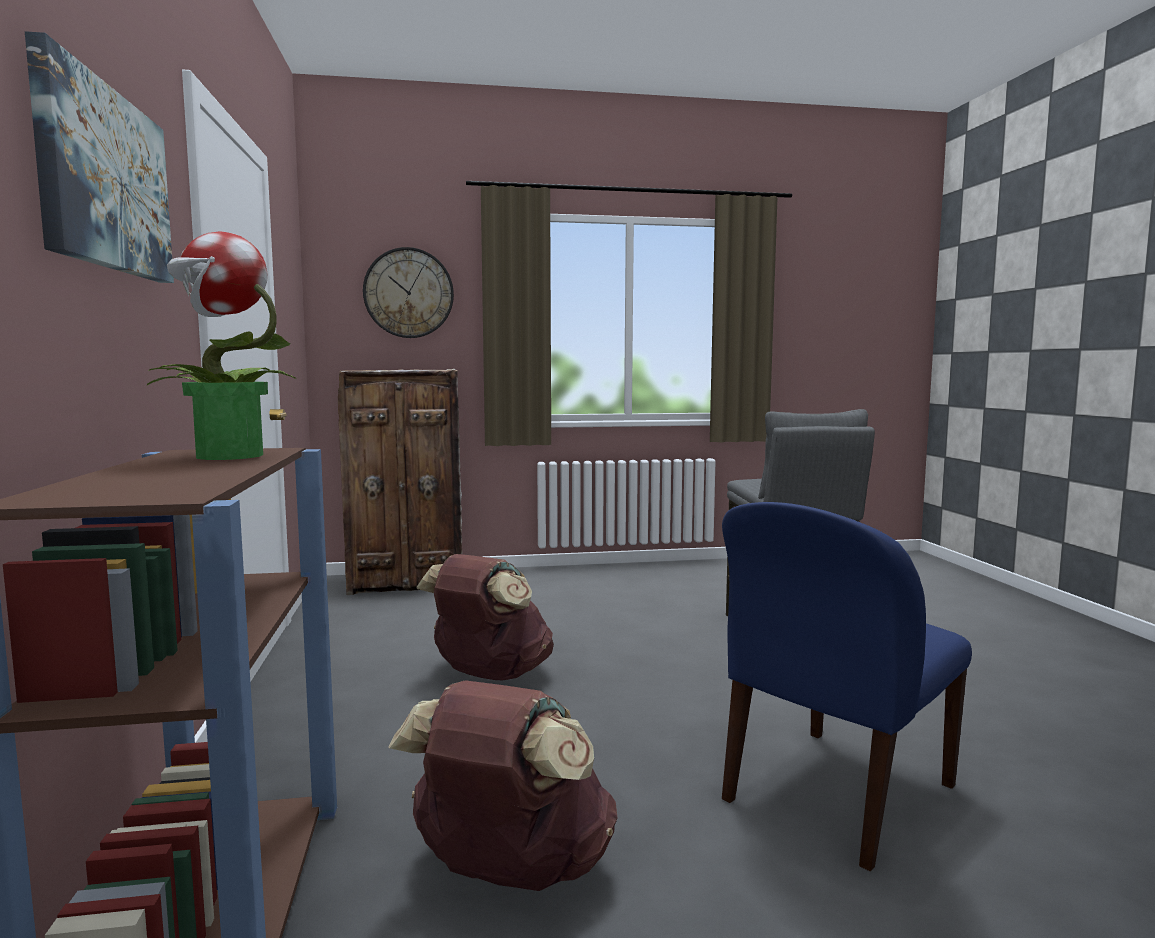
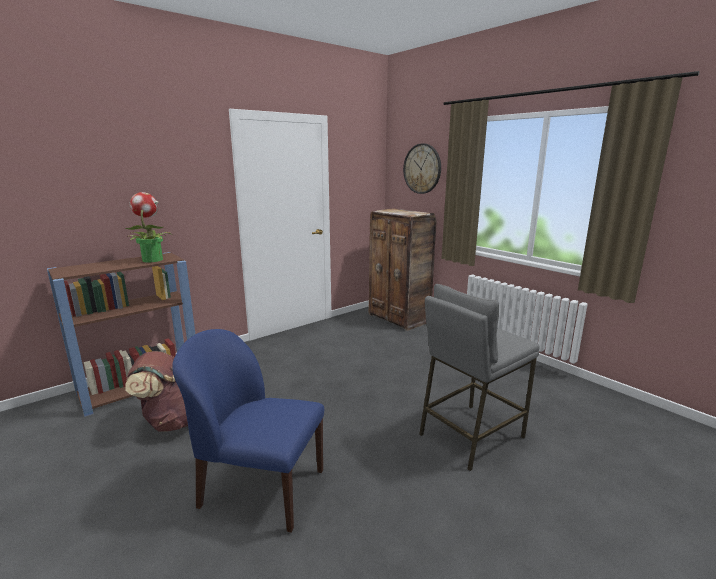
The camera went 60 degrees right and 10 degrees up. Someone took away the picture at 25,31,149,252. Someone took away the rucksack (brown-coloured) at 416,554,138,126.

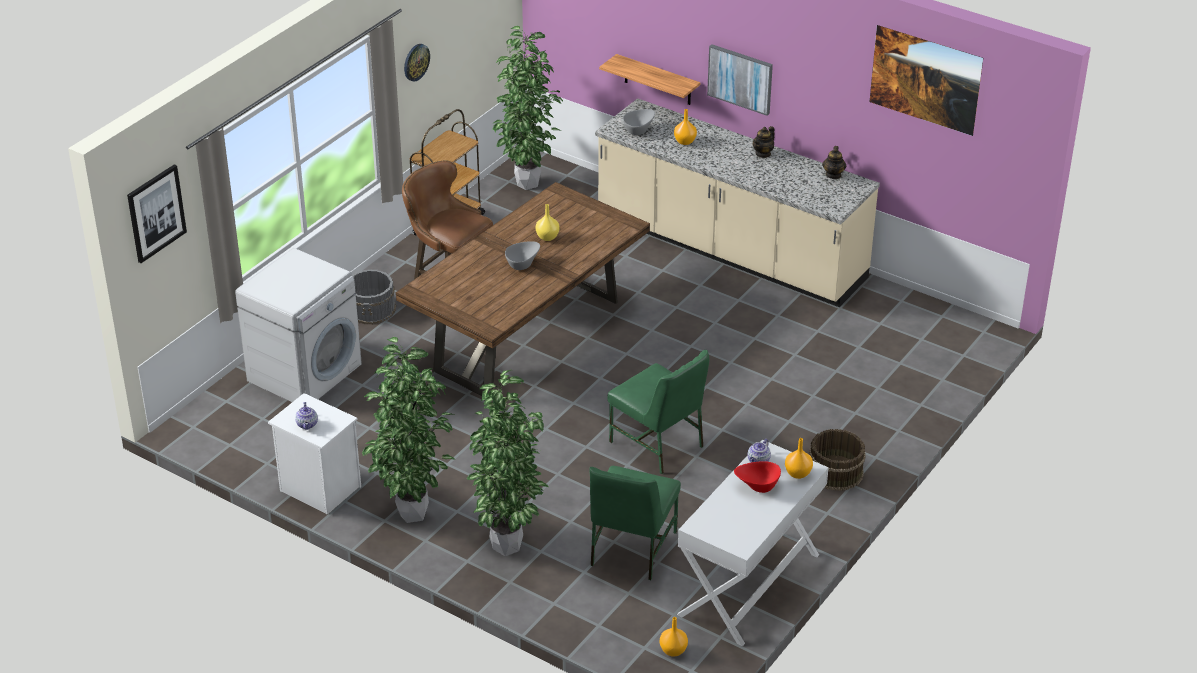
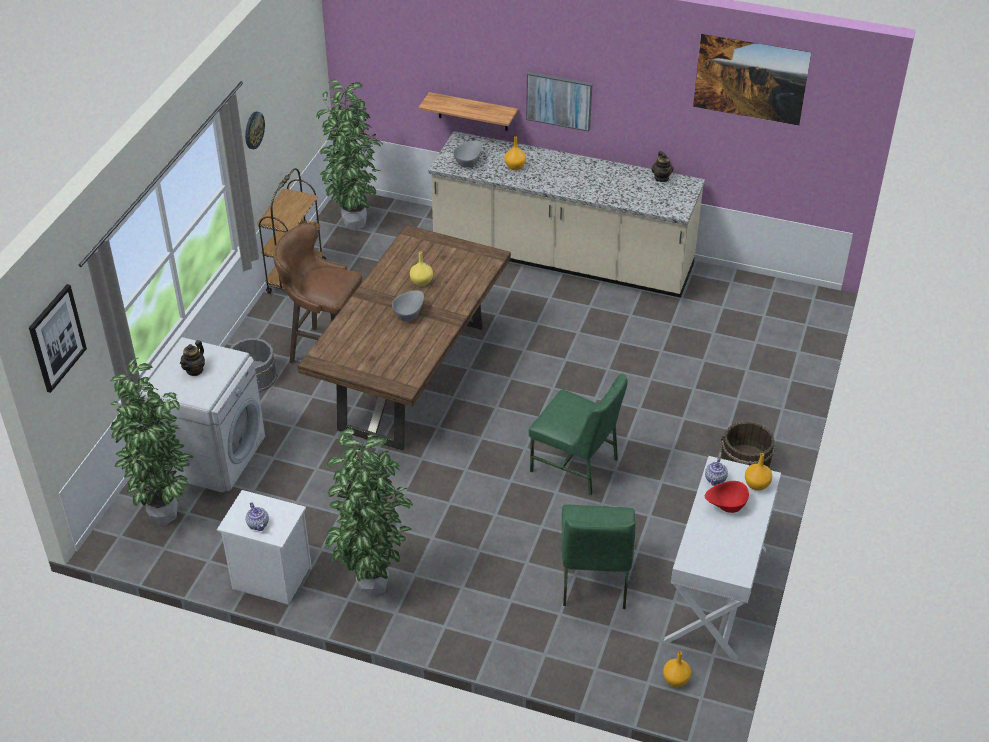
The camera went 15 degrees left and 5 degrees up. Someone carried the houseplant from 466,370,82,186 to 110,358,84,168. Someone carried the teapot from 753,126,21,32 to 180,340,25,36.

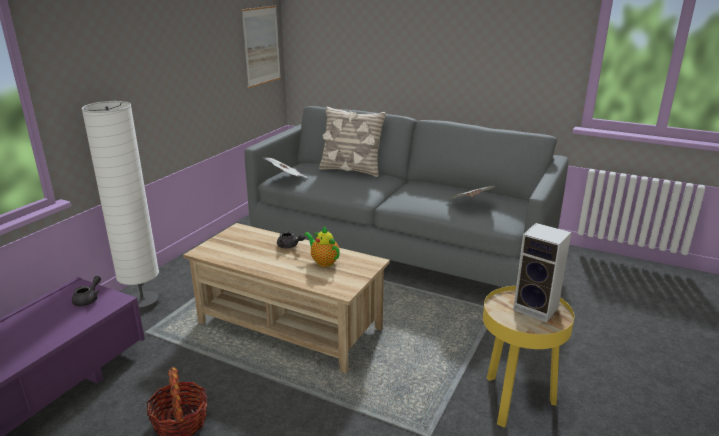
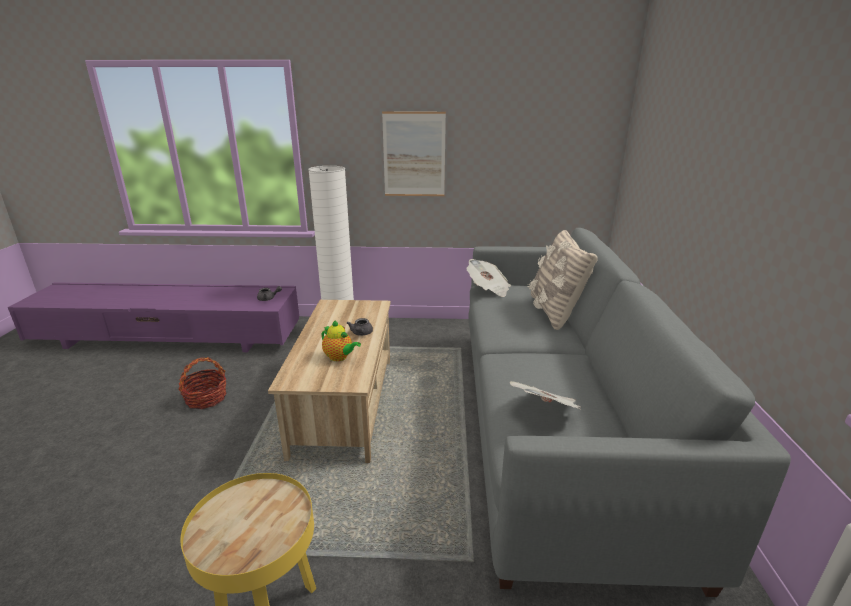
The camera went 65 degrees right and 0 degrees up. Someone took away the loudspeaker at 513,223,58,99. Someone carried the picture from 241,5,40,83 to 382,112,64,84. Someone rotated the teapot at 304,227,35,40 by 105 degrees clockwise.

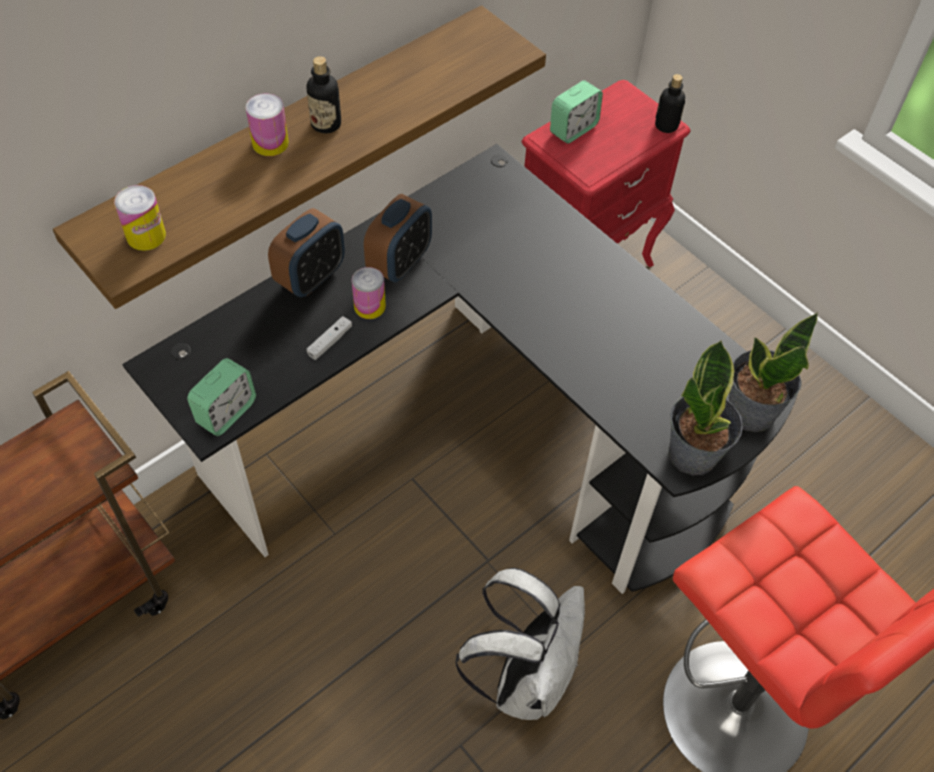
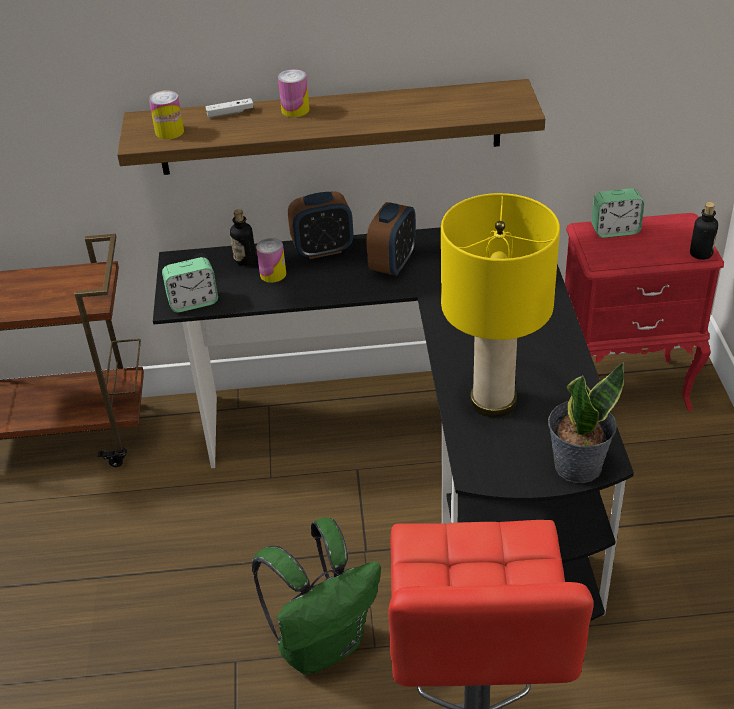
The camera went 40 degrees right and 15 degrees down. Someone took away the houseplant at 669,340,74,135. Someone put down the table lamp (yellow) at 441,193,119,224. Someone carried the bottle from 307,56,34,78 to 230,209,26,57. Someone carried the gamepad (whitish) from 307,316,45,44 to 206,98,48,20. Someone carried the sealed can from 352,267,34,52 to 256,238,30,45. Someone repainted the rucksack (whitish) at 455,568,130,152, which became the rucksack (green-coloured) at 252,518,129,156. Someone rotated the alarm clock at 364,194,68,88 by 45 degrees counterclockwise.

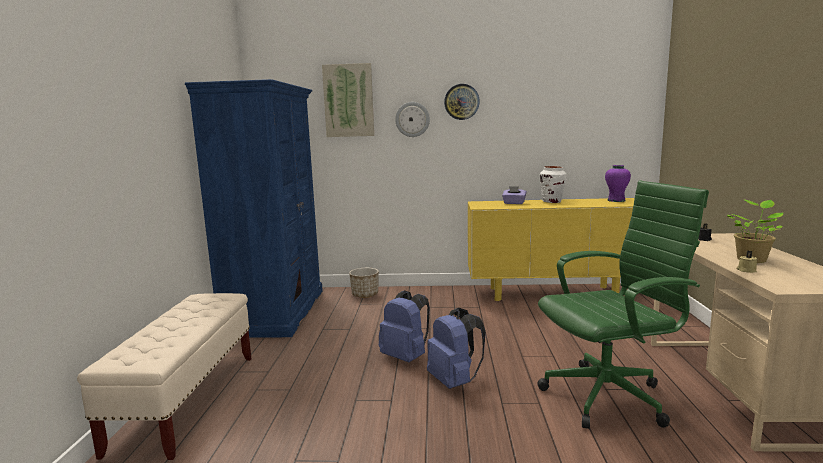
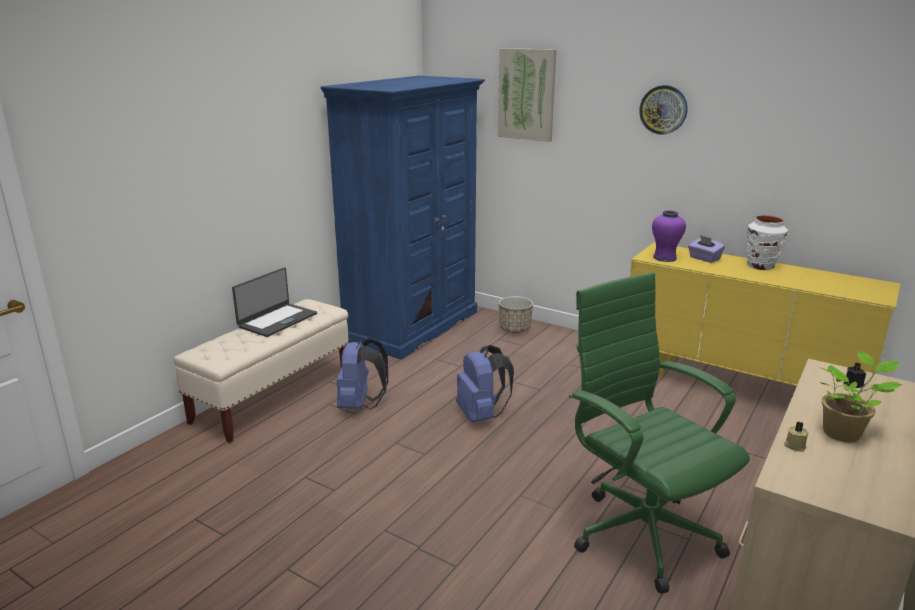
The camera went 30 degrees right and 10 degrees up. Someone took away the wall clock at 395,102,35,35. Someone put down the laptop at 232,268,85,69. Someone carried the rucksack (blue) from 427,308,59,81 to 337,338,51,71. Someone carried the flower vase (purplish) from 605,165,26,37 to 652,210,34,52. Someone rotated the office chair (green-coloured) at 537,180,172,249 by 135 degrees counterclockwise.

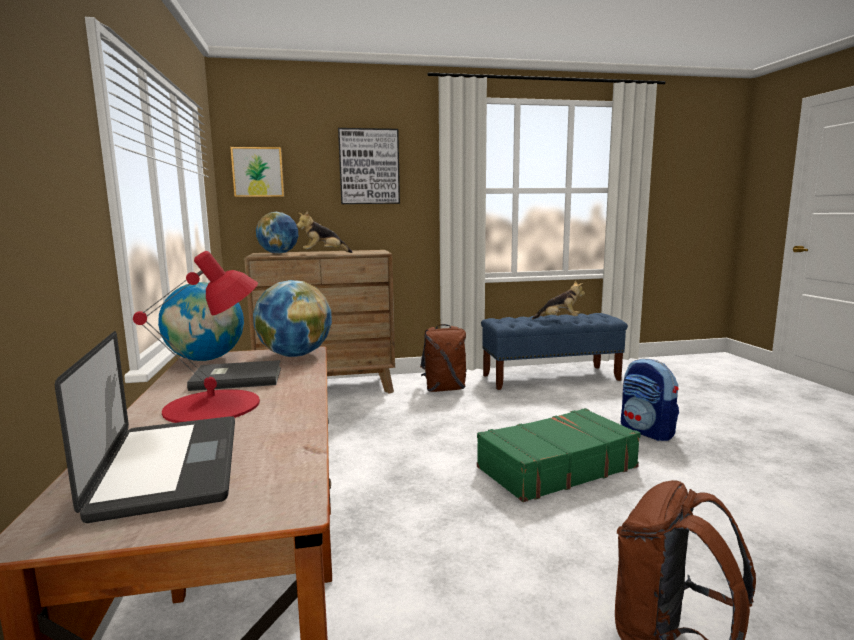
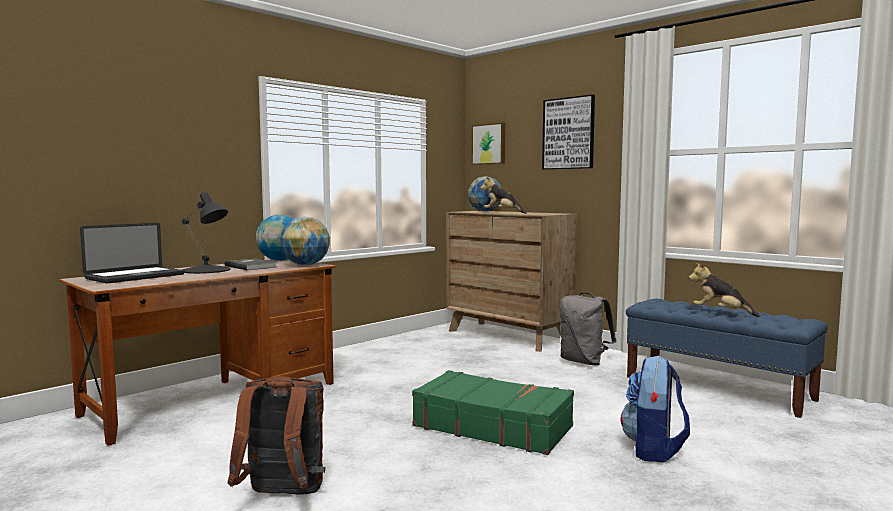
The camera went 55 degrees right and 5 degrees down. Someone repainted the table lamp (reddish) at 133,251,127,172, which became the table lamp (black) at 182,192,48,82. Someone repainted the rucksack (brown-coloured) at 420,324,47,68, which became the rucksack (gray) at 560,292,57,73. Someone rotated the cuddly toy at 532,281,53,38 by 150 degrees clockwise.

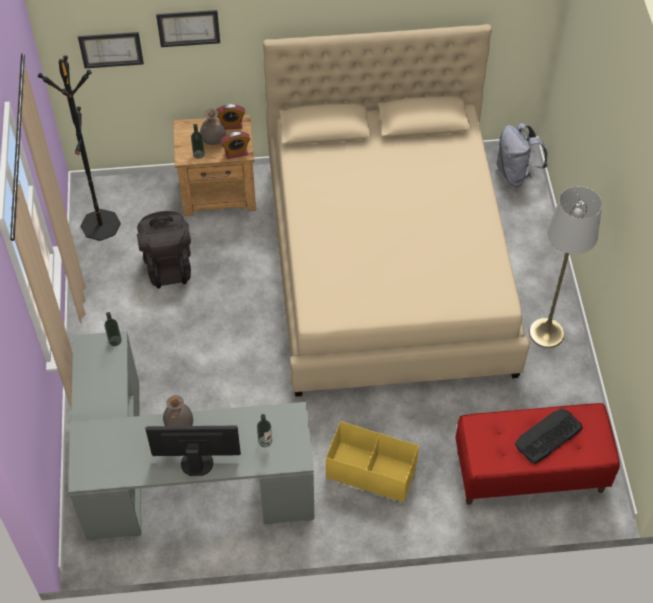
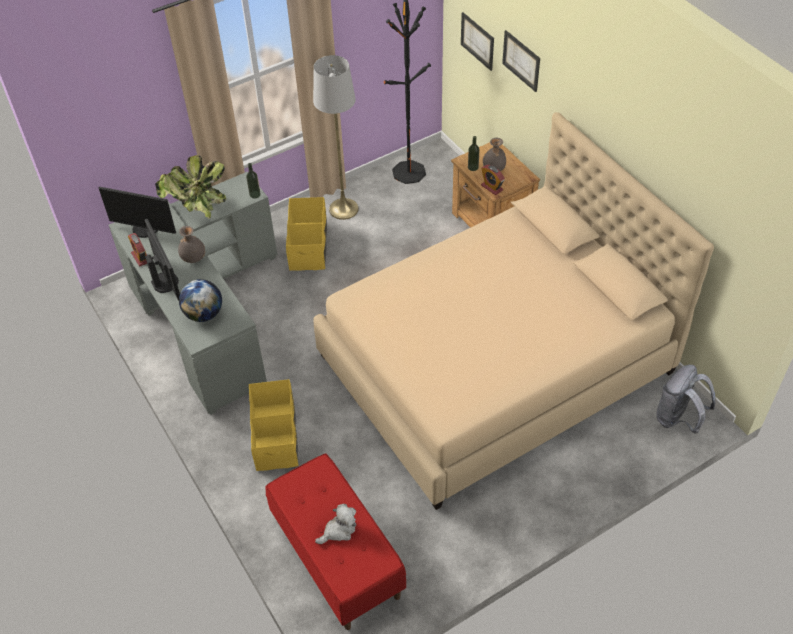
The camera went 65 degrees right and 5 degrees down. Someone took away the rucksack (black) at 137,211,54,78. Someone put down the monitor at 98,187,78,51. Someone put down the houseplant at 155,155,71,64. Someone put down the storage box (yellow) at 286,197,41,74. Someone carried the alarm clock from 216,104,29,26 to 128,233,19,33. Someone carried the floor lamp (gray) from 529,186,73,162 to 313,55,46,165. Someone swapped the bottle at 257,414,15,33 for the world globe at 179,279,43,43. Someone swapped the keyboard at 515,408,68,56 for the cuddly toy at 315,504,41,40.

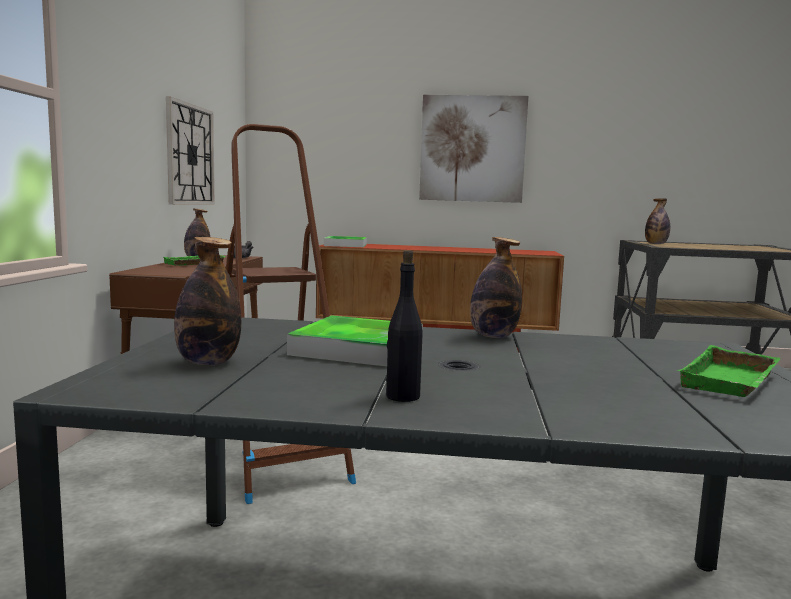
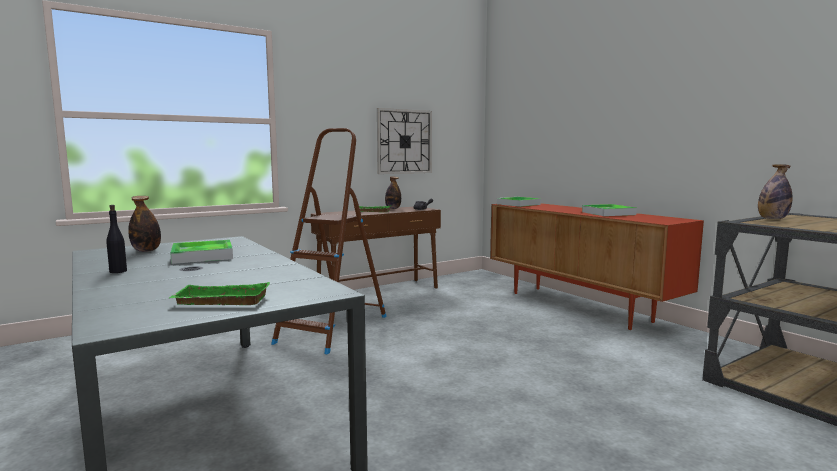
The camera went 50 degrees right and 0 degrees up. Someone took away the picture at 419,95,109,108. Someone took away the bottle at 470,237,52,101. Someone put down the tray at 582,204,55,12.

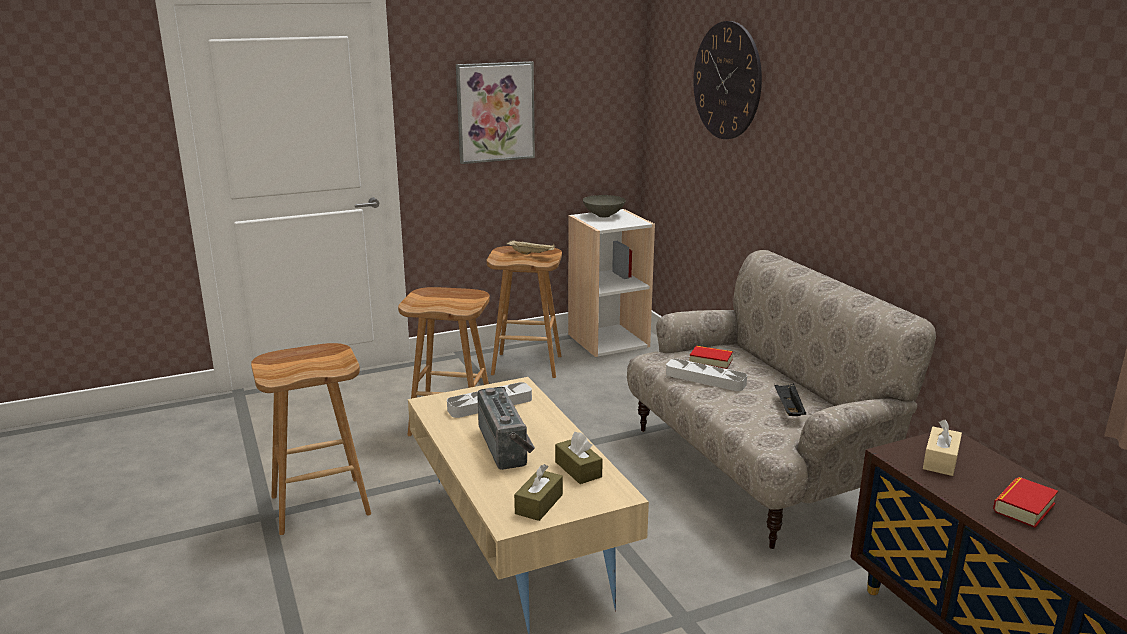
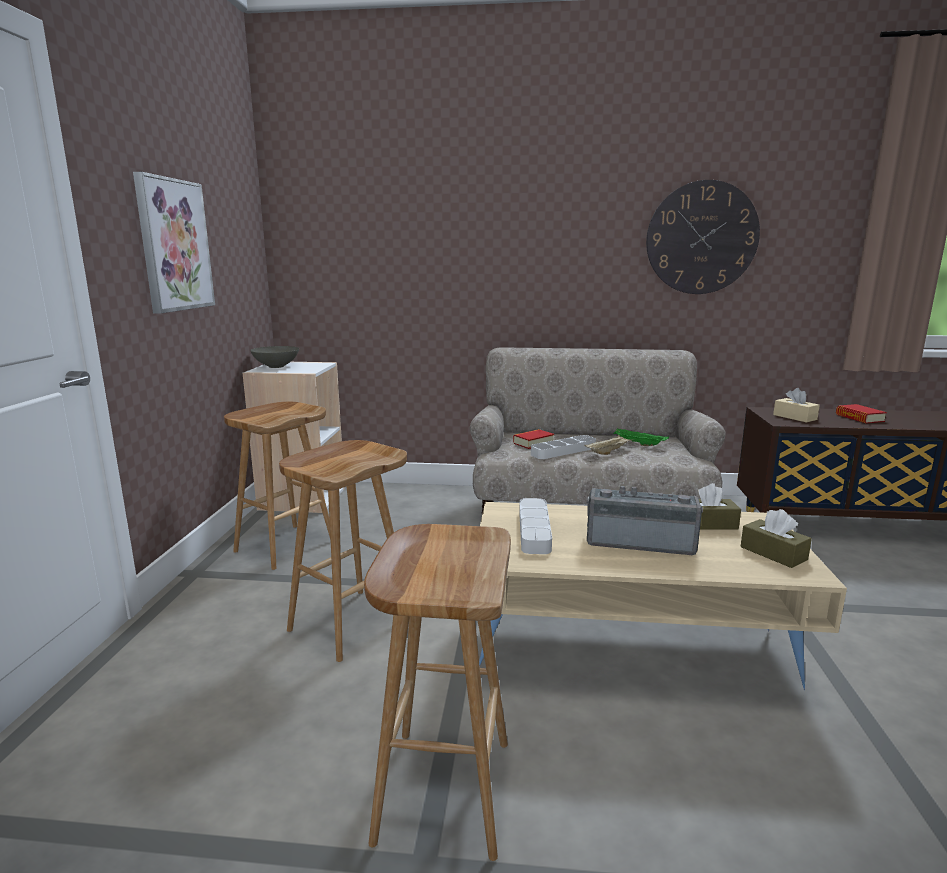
The camera went 60 degrees left and 5 degrees down. Someone carried the tray (beige-coloured) from 507,240,48,15 to 584,435,48,20. Someone carried the wall clock from 693,21,69,118 to 646,180,114,114. Someone repainted the tray (black) at 775,384,31,32, which became the tray (green-coloured) at 614,428,55,18.

